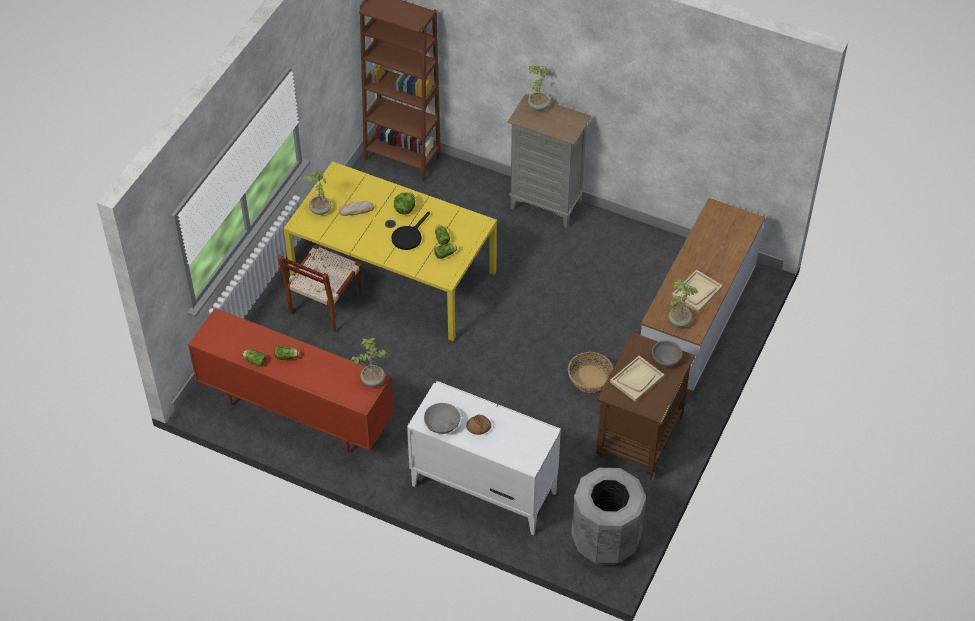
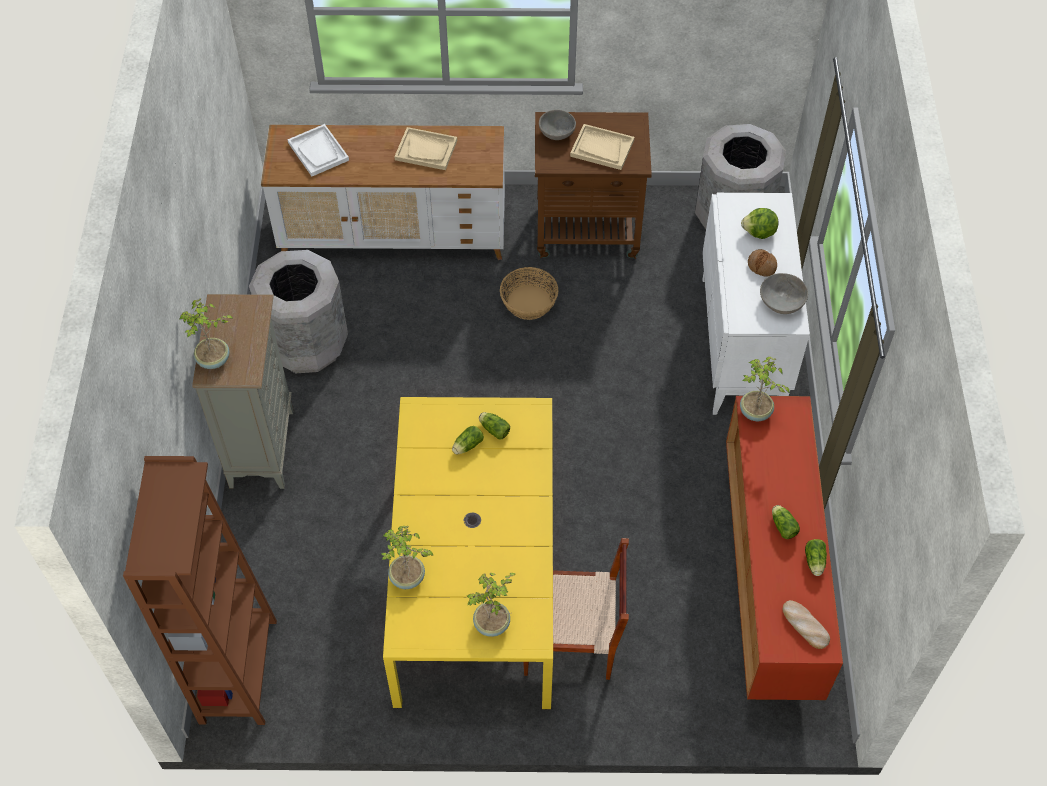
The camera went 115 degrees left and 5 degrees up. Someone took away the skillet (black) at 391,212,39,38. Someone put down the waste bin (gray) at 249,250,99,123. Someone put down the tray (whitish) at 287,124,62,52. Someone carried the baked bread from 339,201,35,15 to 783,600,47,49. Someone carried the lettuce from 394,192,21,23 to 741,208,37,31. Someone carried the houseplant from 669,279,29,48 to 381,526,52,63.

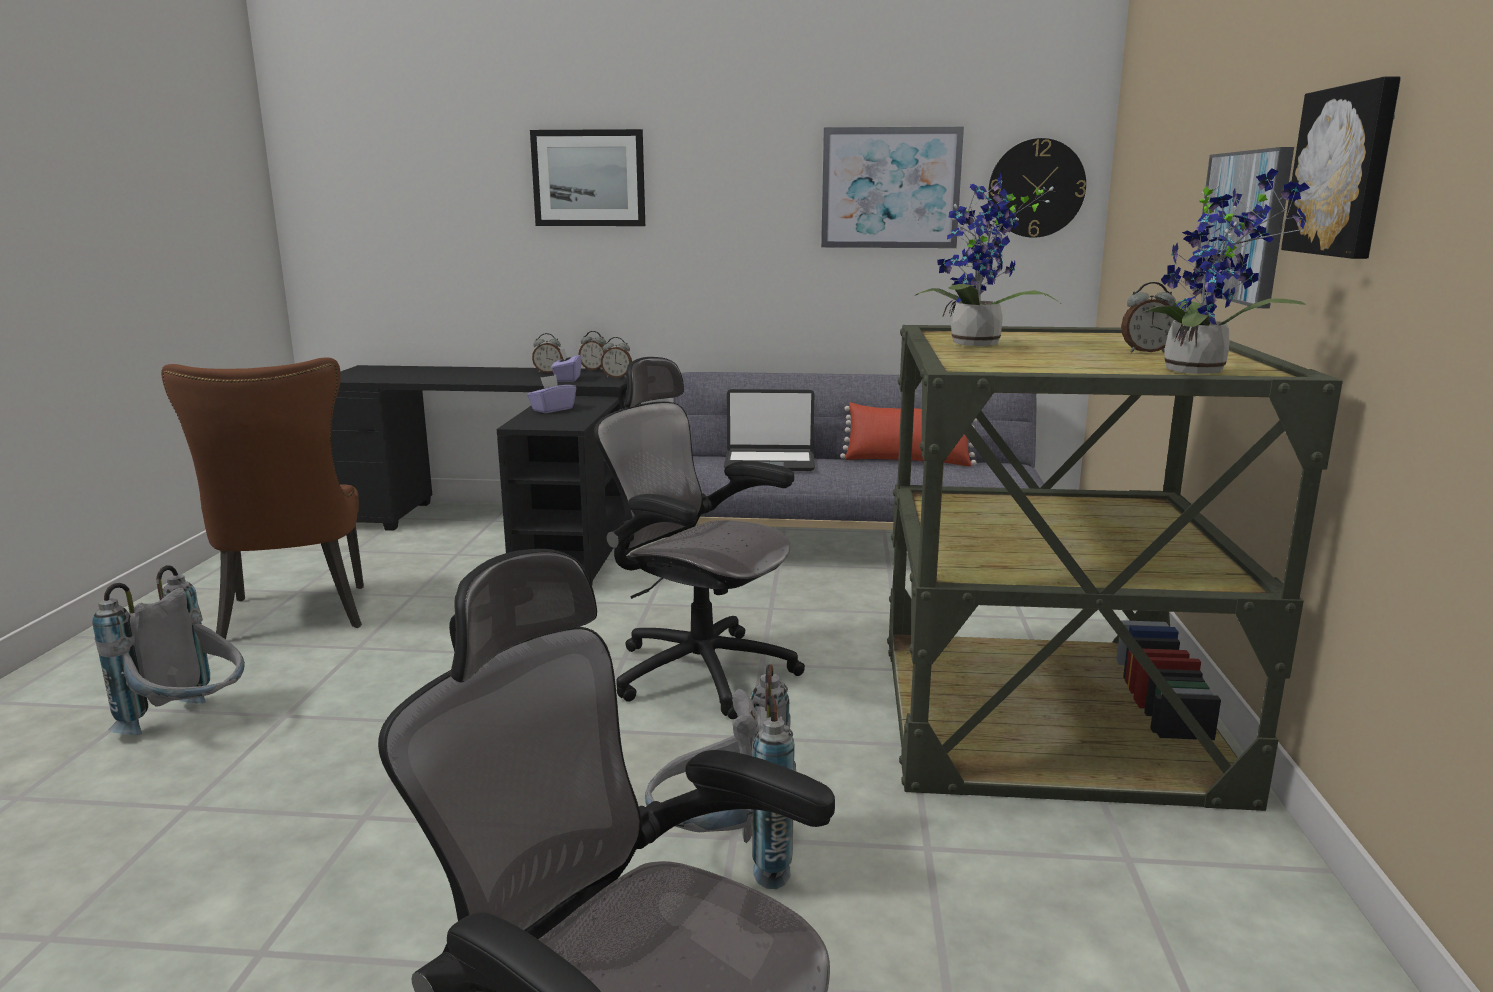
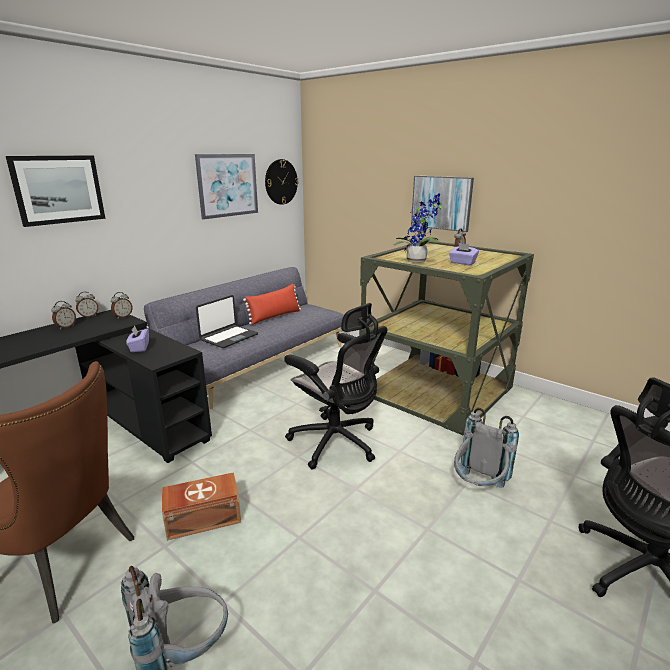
The camera went 55 degrees left and 5 degrees up. Someone took away the houseplant at 1143,168,167,206. Someone took away the picture at 1281,76,120,183. Someone put down the storage box (brown-coloured) at 162,472,79,69. Someone carried the box of tissues (purplish) from 552,348,30,34 to 449,243,30,22. Someone rotated the office chair at 594,357,211,362 by 120 degrees counterclockwise.

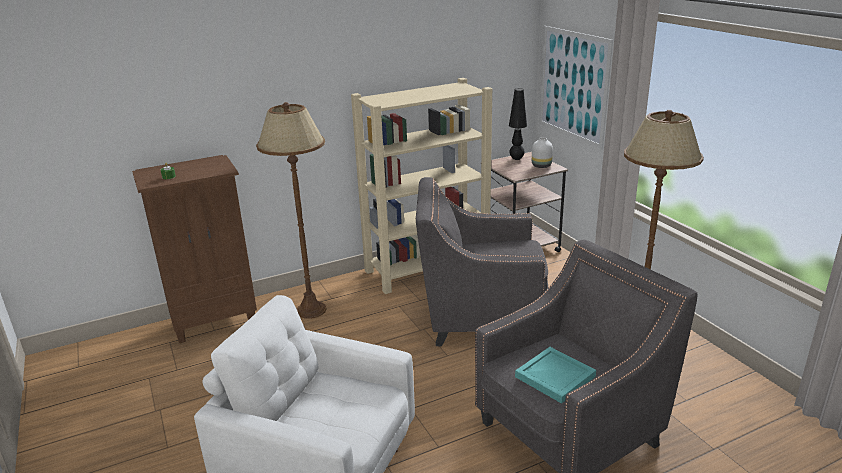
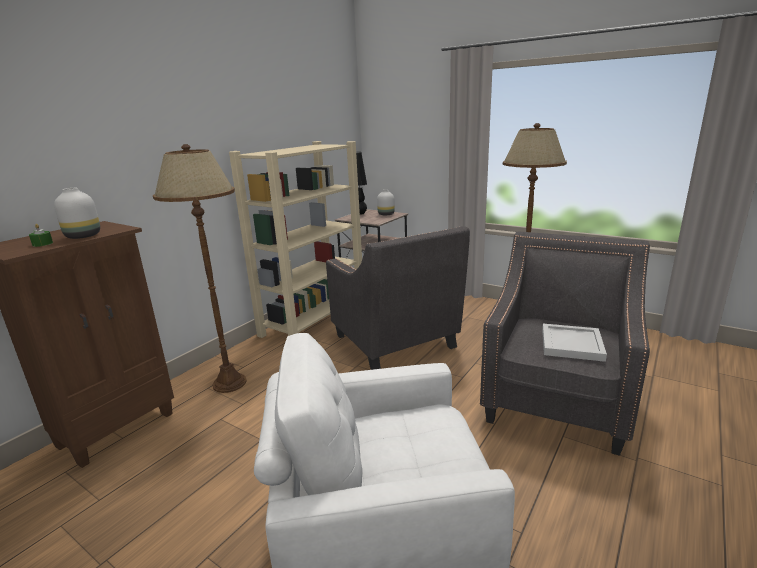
The camera went 30 degrees left and 5 degrees down. Someone took away the picture at 539,26,74,123. Someone put down the flower vase (whitish) at 54,188,46,51. Someone repainted the tray (turquoise) at 515,347,81,57, which became the tray (whitish) at 542,324,65,38. Someone rotated the lounge chair (gray) at 416,177,132,169 by 90 degrees counterclockwise.

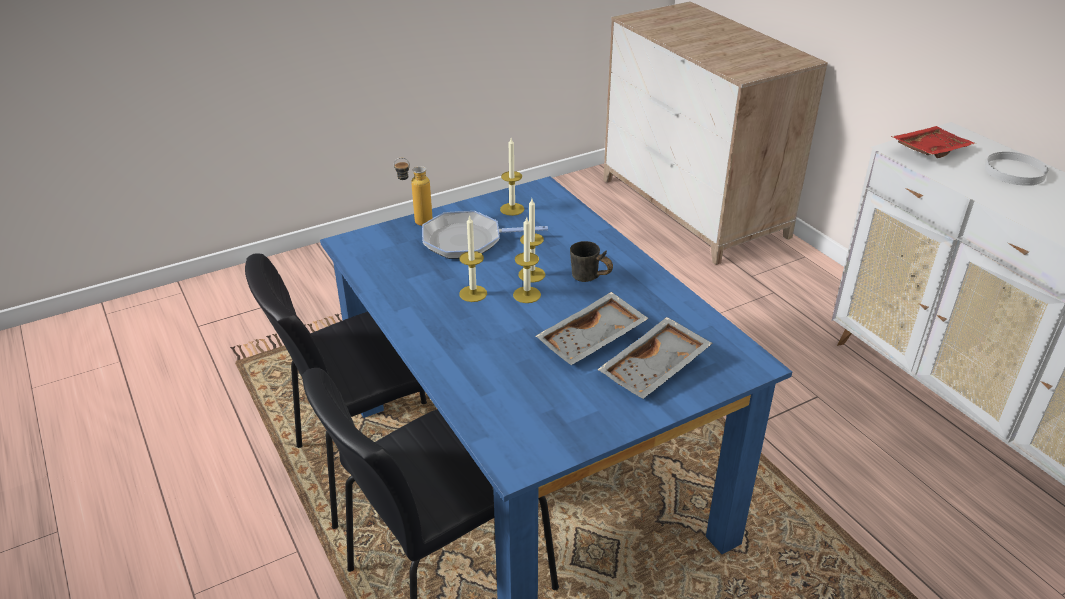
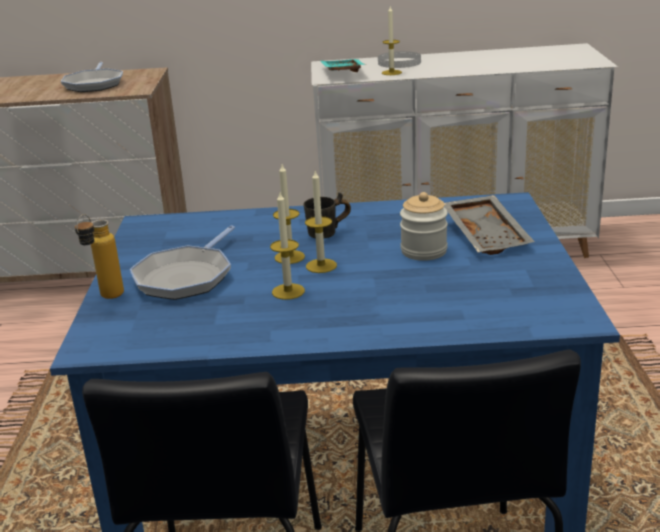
The camera went 60 degrees left and 10 degrees down. Someone put down the skillet at 61,62,62,30. Someone carried the wax light from 500,138,24,78 to 382,7,20,68. Someone swapped the tray (gray) at 536,292,113,73 for the preserve jar at 400,192,48,69. Someone repainted the tray (reddish) at 891,126,85,32, which became the tray (turquoise) at 321,59,45,13.

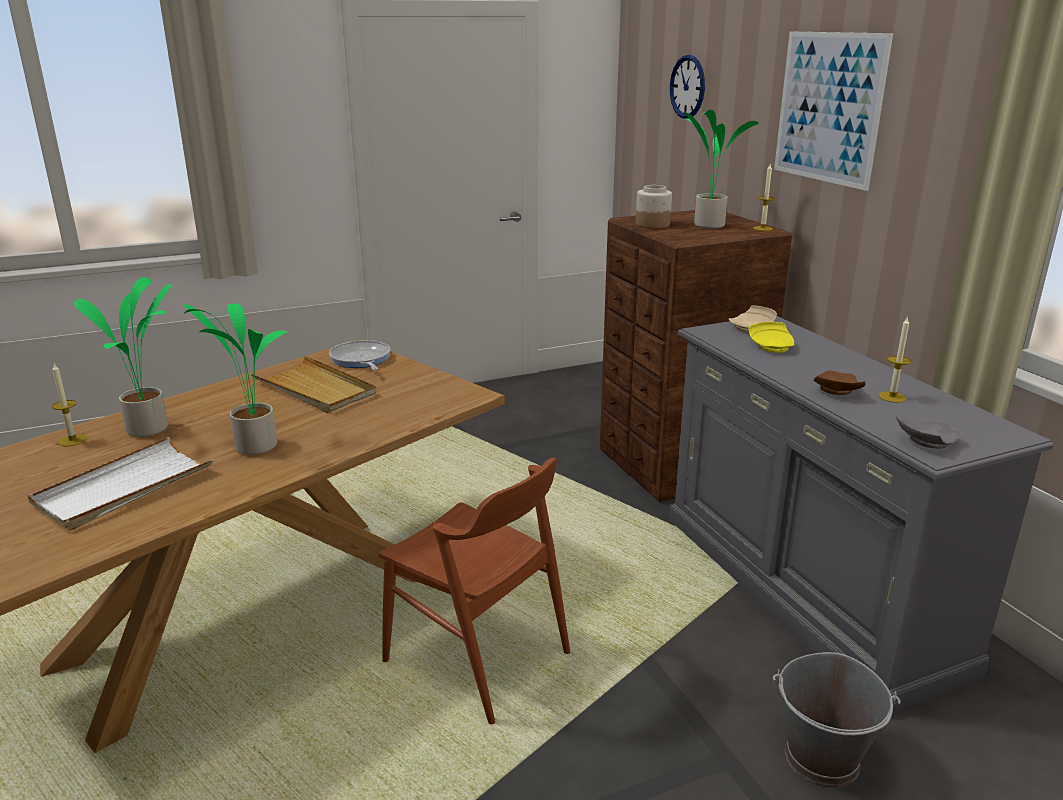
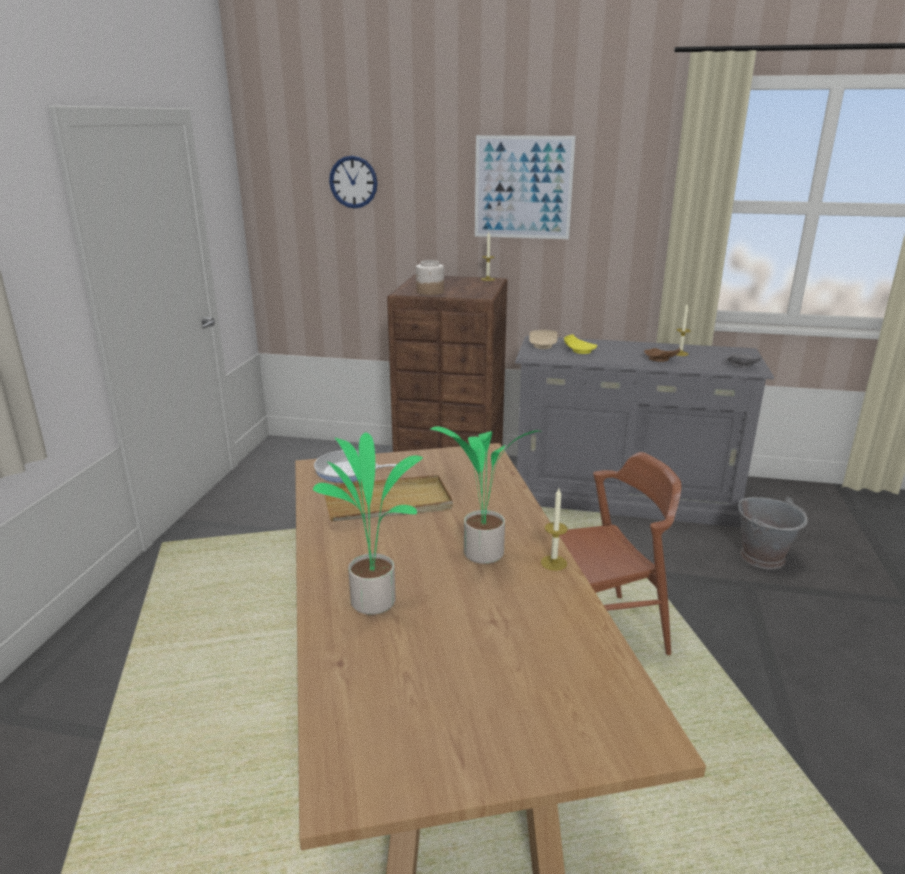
The camera went 55 degrees left and 0 degrees up. Someone took away the tray (whitish) at 28,437,185,93. Someone took away the houseplant at 685,110,74,119. Someone carried the wax light from 52,364,35,82 to 541,489,27,82.

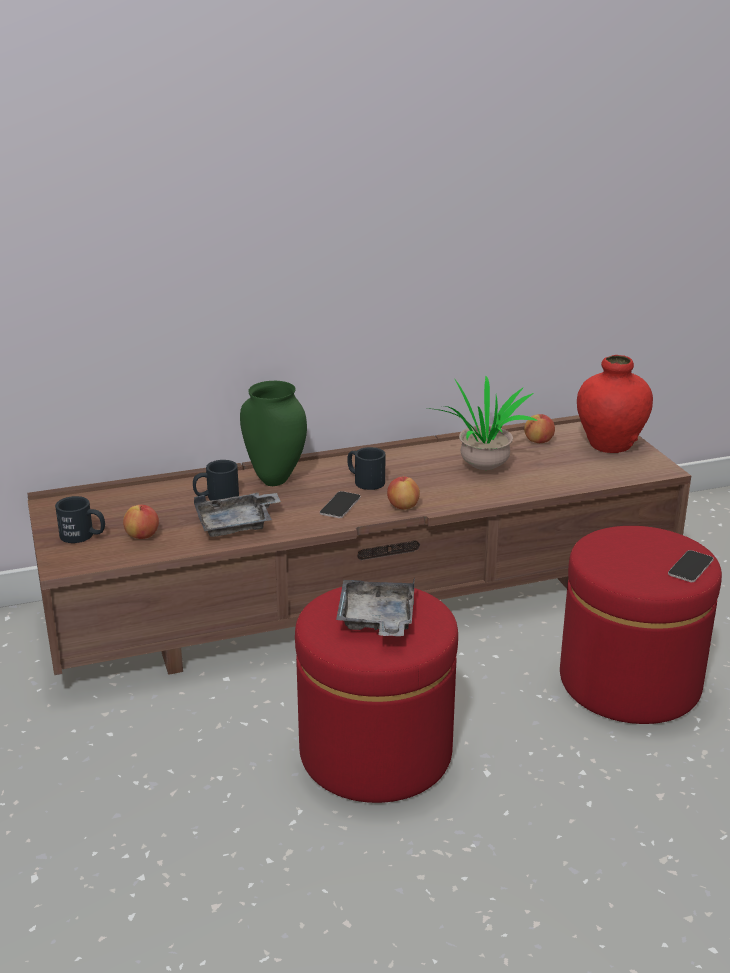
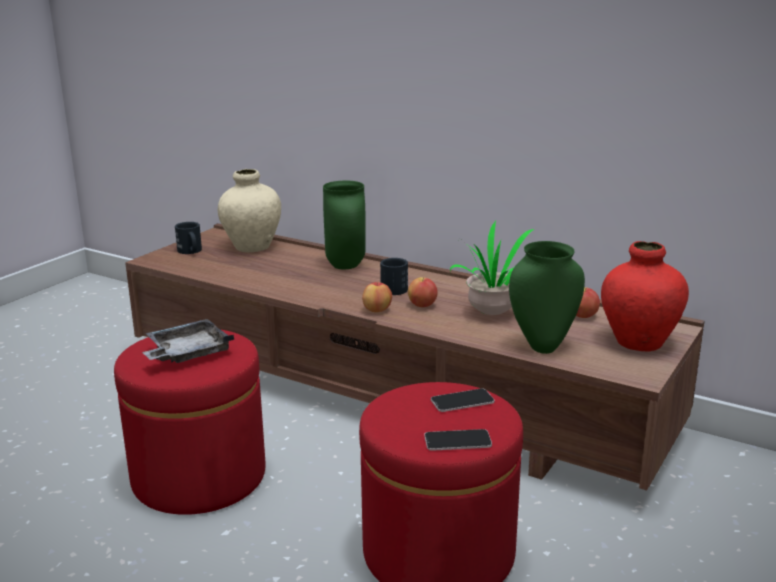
The camera went 50 degrees right and 5 degrees down. Someone took away the coffee mug (black) at 193,460,46,40. Someone took away the tray (gray) at 194,493,87,44. Someone put down the flower vase (beige-coloured) at 218,169,63,83. Someone put down the flower vase (green-coloured) at 509,241,76,113. Someone carried the apple from 123,505,36,34 to 408,277,30,30. Someone carried the telephone from 320,491,41,27 to 431,389,63,23.

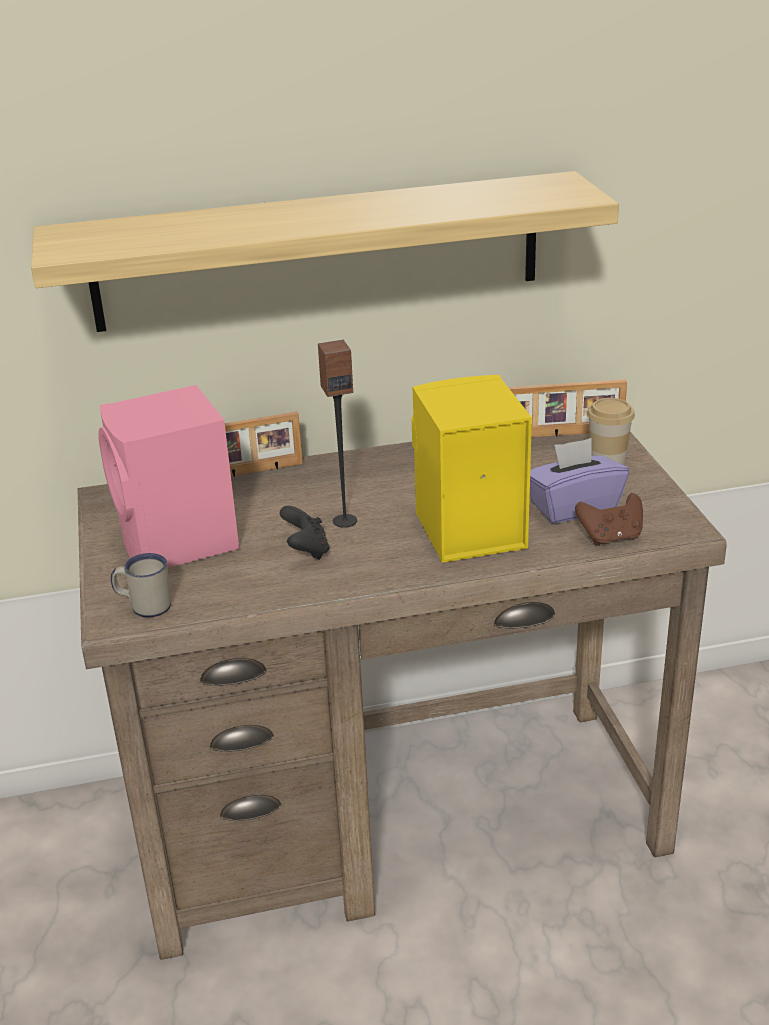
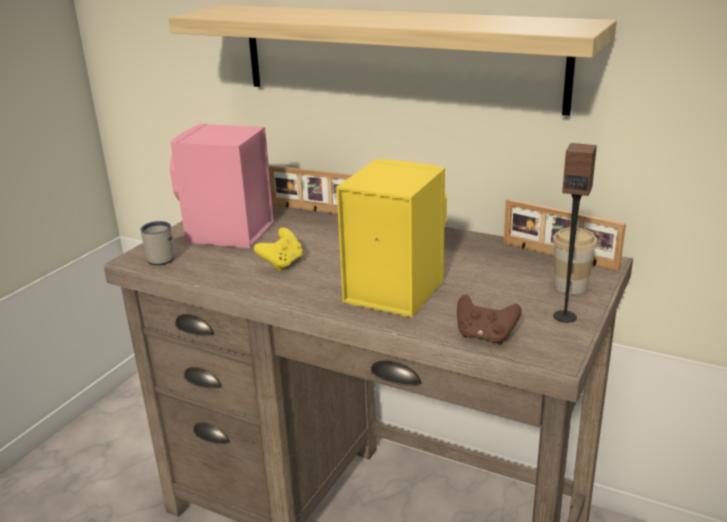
The camera went 40 degrees right and 5 degrees down. Someone took away the box of tissues (purplish) at 530,438,99,86. Someone carried the loudspeaker from 318,340,39,188 to 553,143,44,180. Someone repainted the gamepad (black) at 280,506,49,54, which became the gamepad (yellow) at 254,228,49,43.

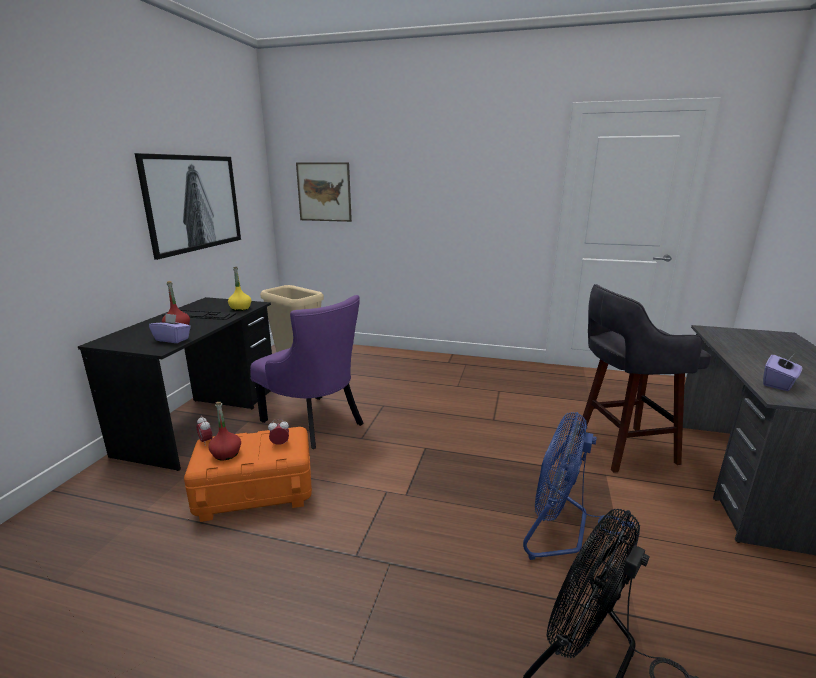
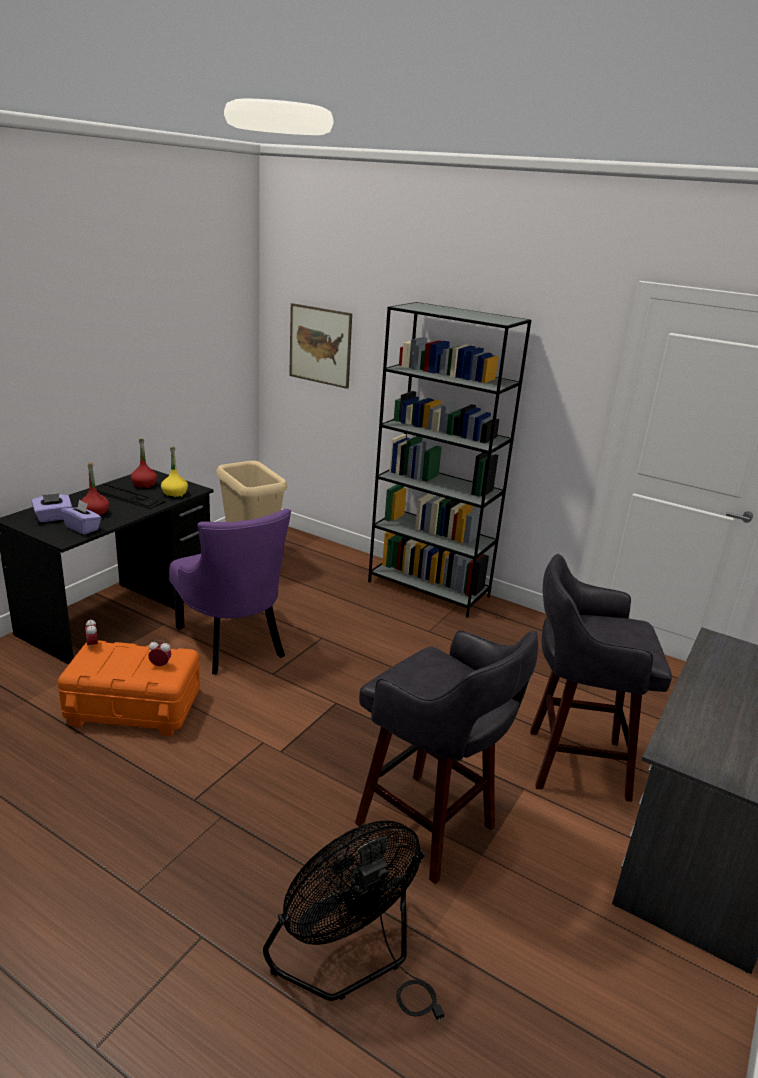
The camera went 15 degrees right and 5 degrees up. Someone took away the picture at 135,153,106,107. Someone put down the bookshelf (gray) at 368,302,163,316. Someone carried the bottle (reddish) from 208,402,33,58 to 131,439,26,50. Someone carried the box of tissues (purplish) from 763,354,39,37 to 31,493,41,29. Someone swapped the electric fan (blue) at 523,412,114,148 for the stool (gray) at 355,630,183,254.

